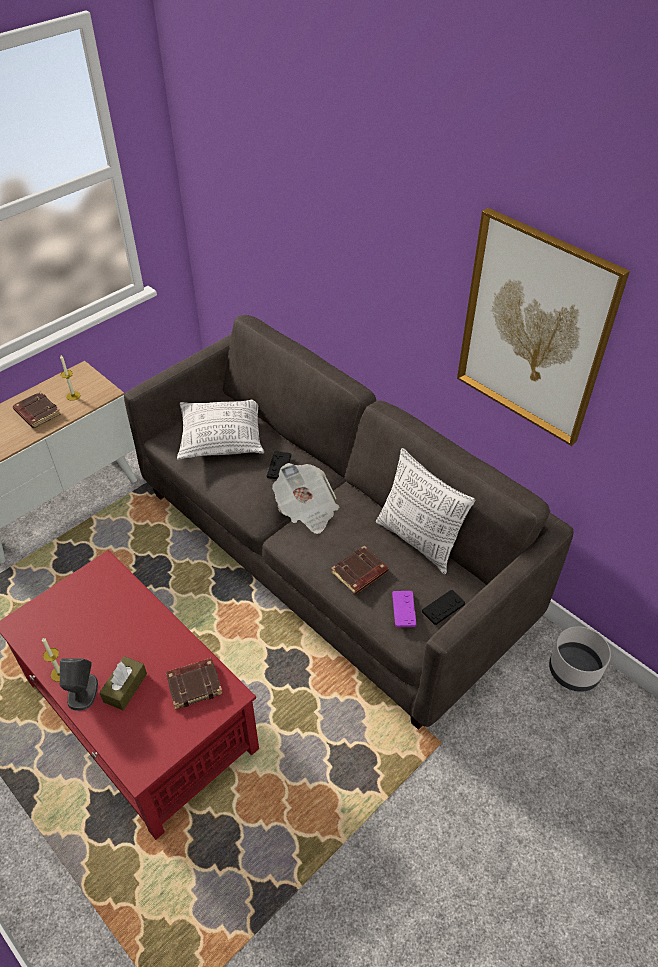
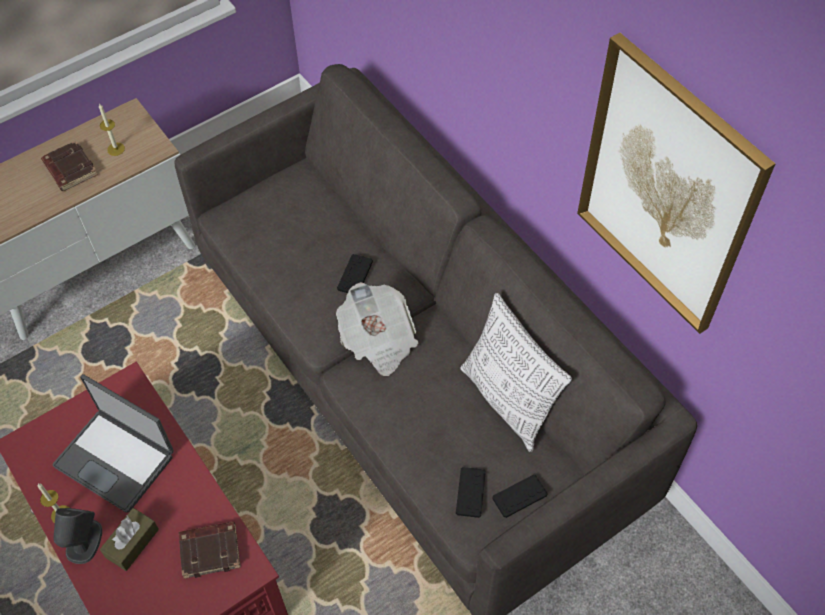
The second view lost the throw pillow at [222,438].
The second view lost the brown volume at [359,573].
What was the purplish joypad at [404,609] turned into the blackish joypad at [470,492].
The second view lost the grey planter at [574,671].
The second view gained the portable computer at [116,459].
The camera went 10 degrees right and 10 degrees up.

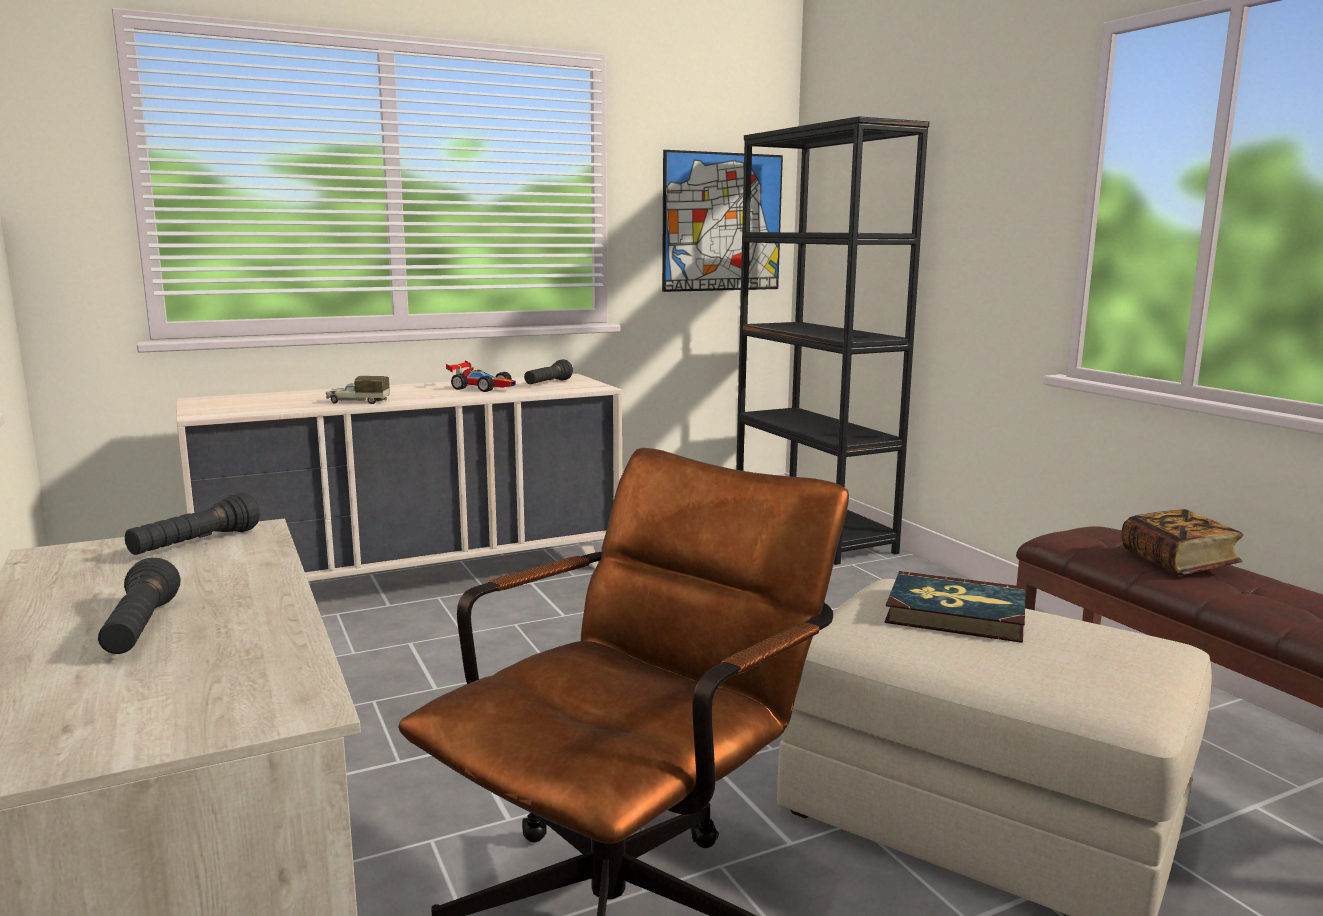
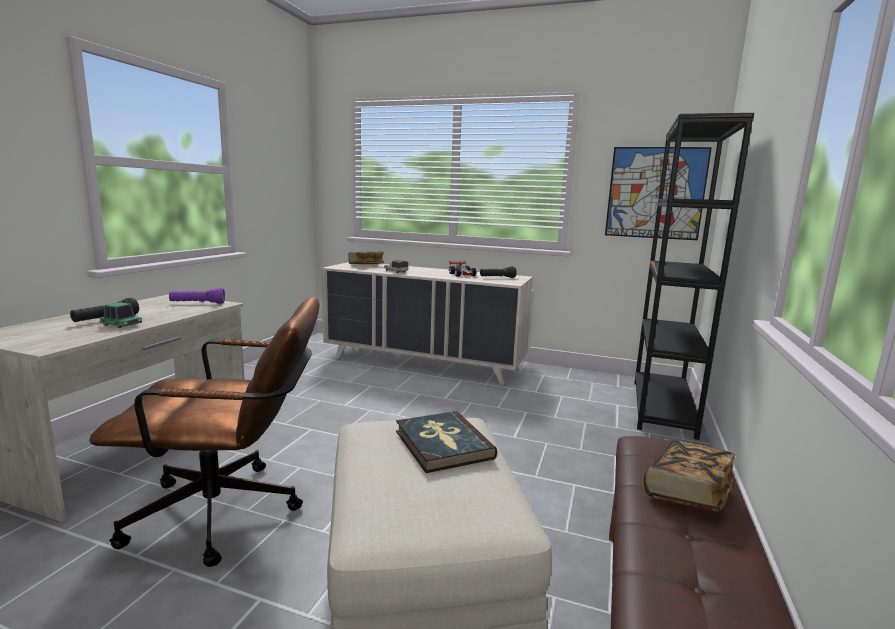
What was the blackish torch at [195,544] turned into the purplish torch at [197,303].
The second view gained the volume at [366,265].
The second view gained the toy car at [121,325].
The camera went 45 degrees right and 0 degrees up.

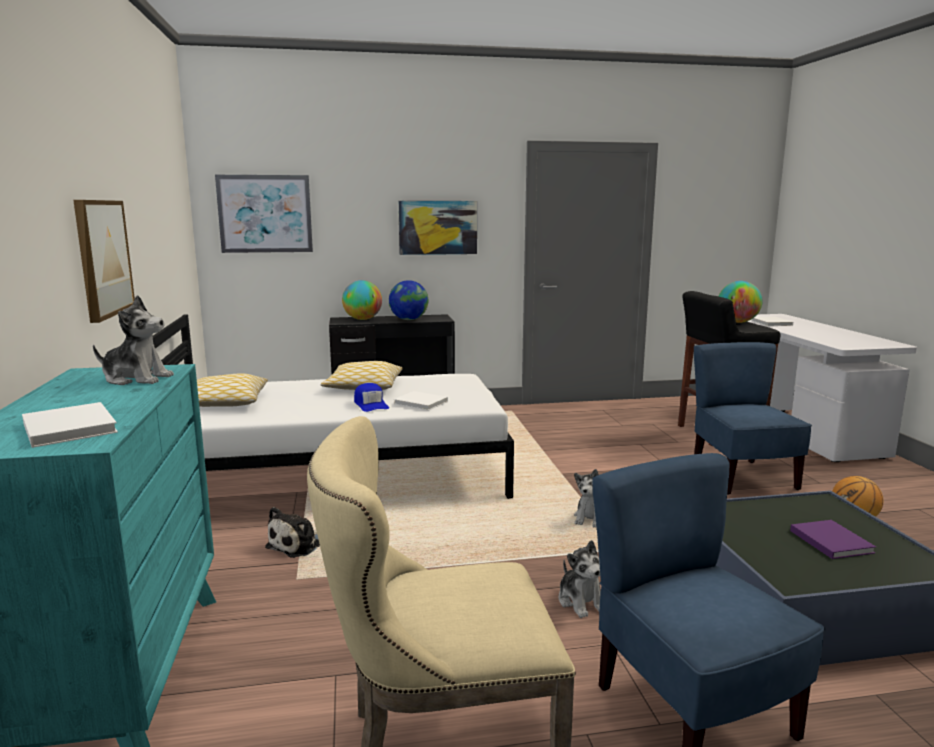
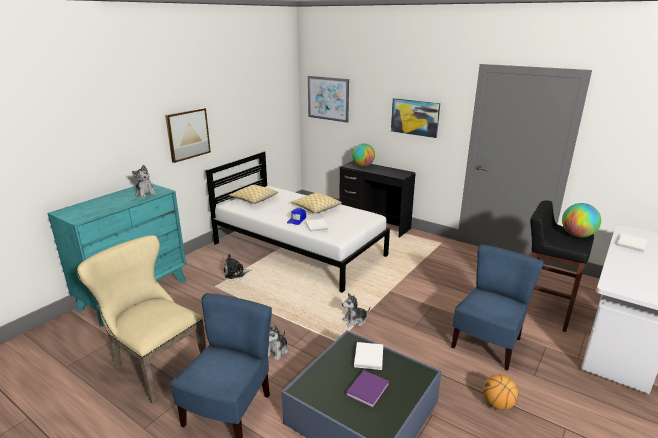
The second view lost the world globe at [409,319].
The white volume ended up elsewhere, having gone from [69,427] to [369,356].
The camera went 45 degrees right and 10 degrees up.

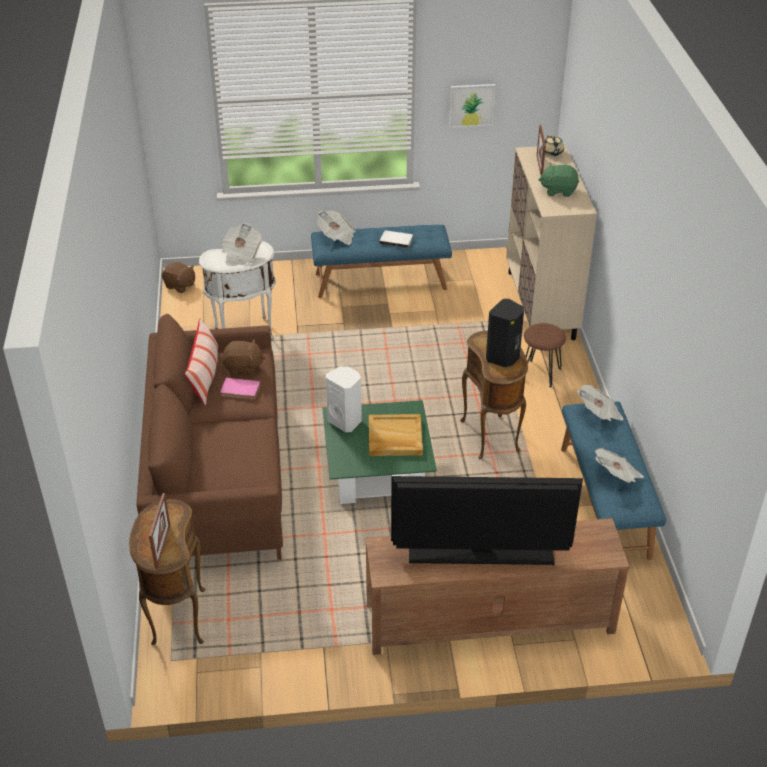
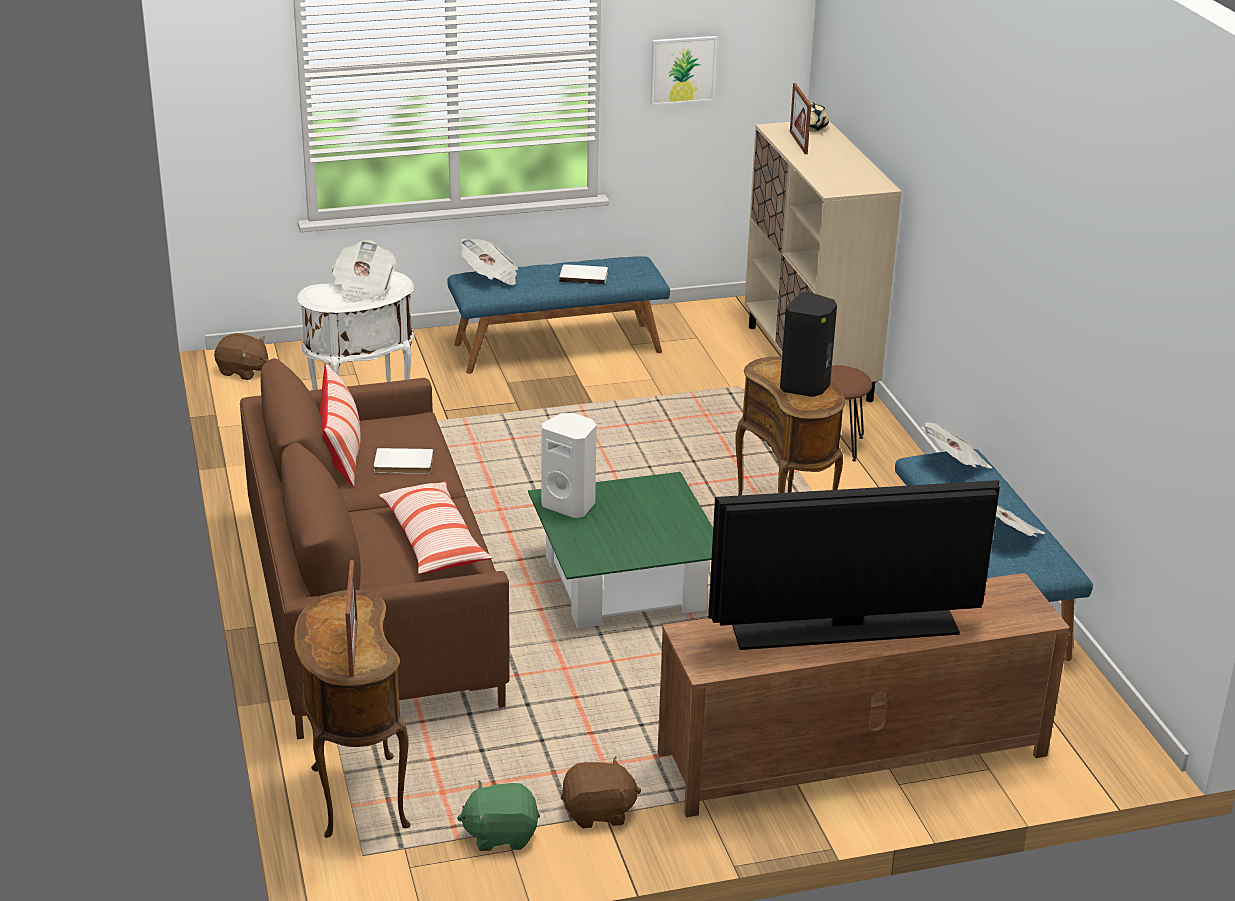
The green cuddly toy ended up elsewhere, having gone from [558,190] to [501,834].
The brown cuddly toy ended up elsewhere, having gone from [243,368] to [598,812].
What was the pink volume at [240,391] turned into the white volume at [403,464].
The second view lost the sand-coloured serving tray at [394,437].
The second view gained the throw pillow at [433,541].
The camera went 10 degrees left and 10 degrees down.

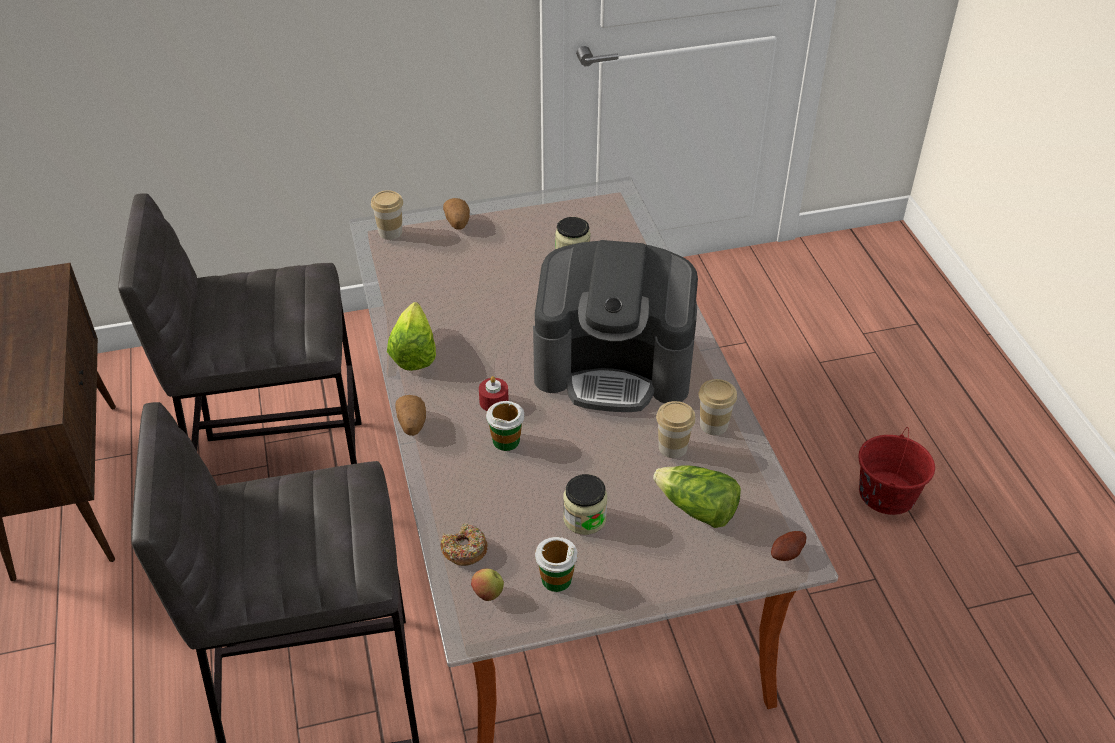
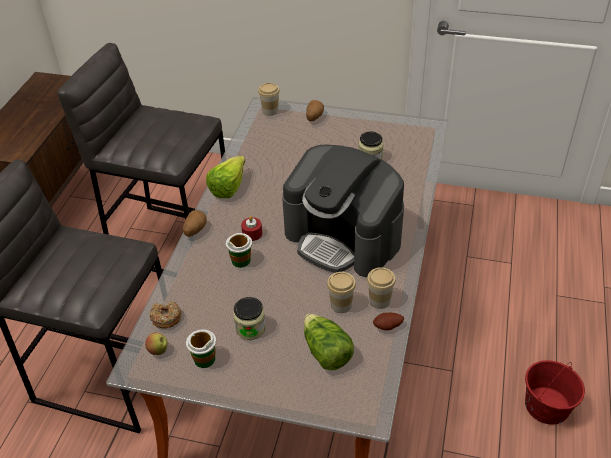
The whole potato ended up elsewhere, having gone from [787,554] to [388,327].
The camera went 30 degrees right and 0 degrees up.

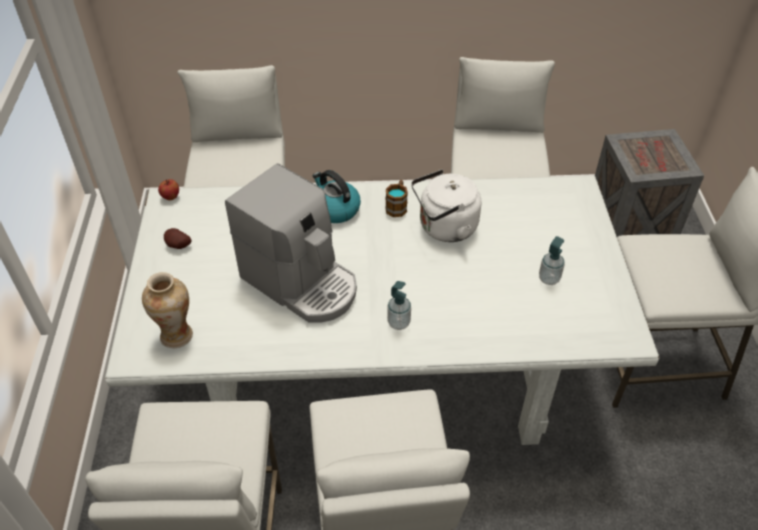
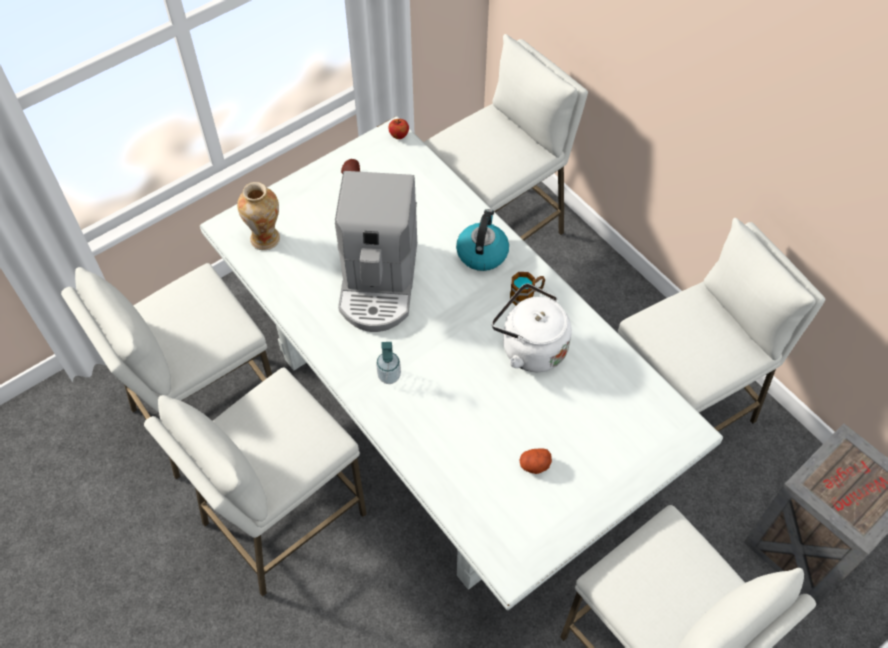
Where the soap dispenser stood at [549,279], the whole potato came to stand at [534,465].
The camera went 55 degrees right and 10 degrees up.

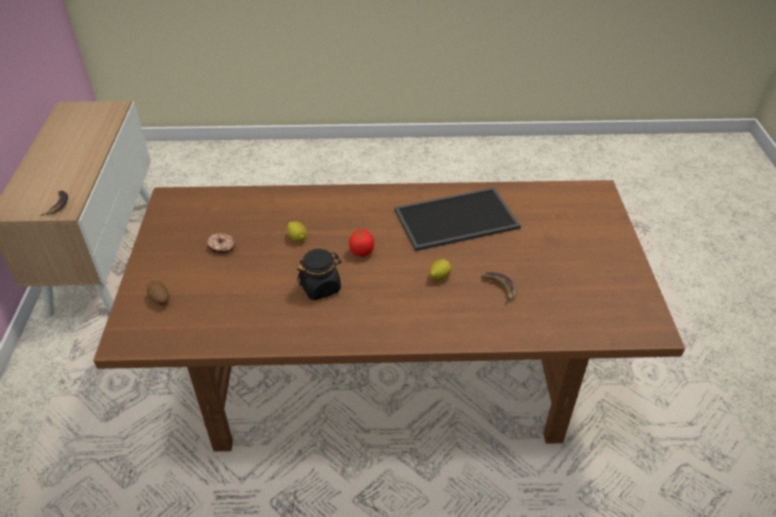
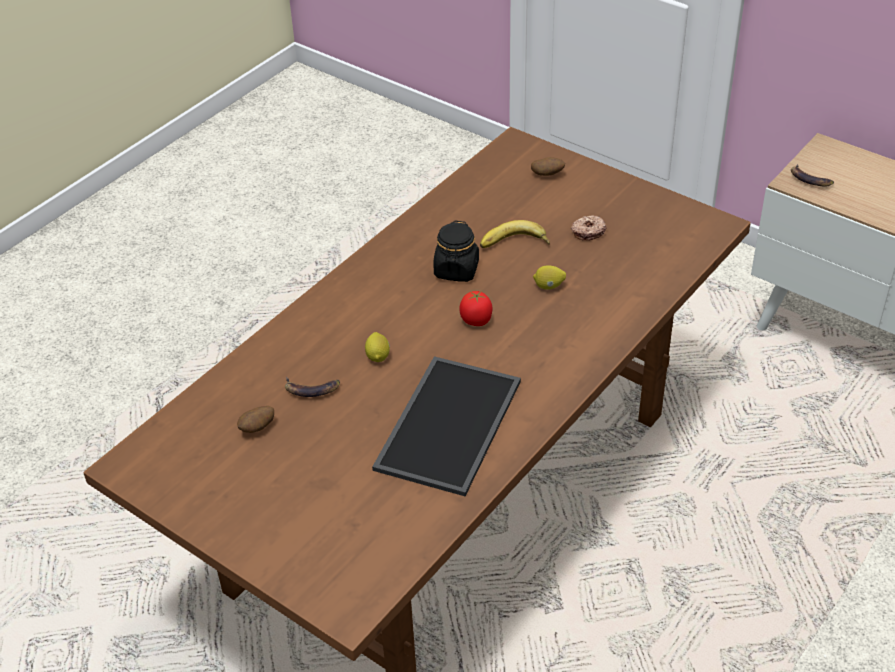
The second view gained the banana fruit at [514,244].
The second view gained the whole potato at [257,428].
The camera went 130 degrees right and 0 degrees up.

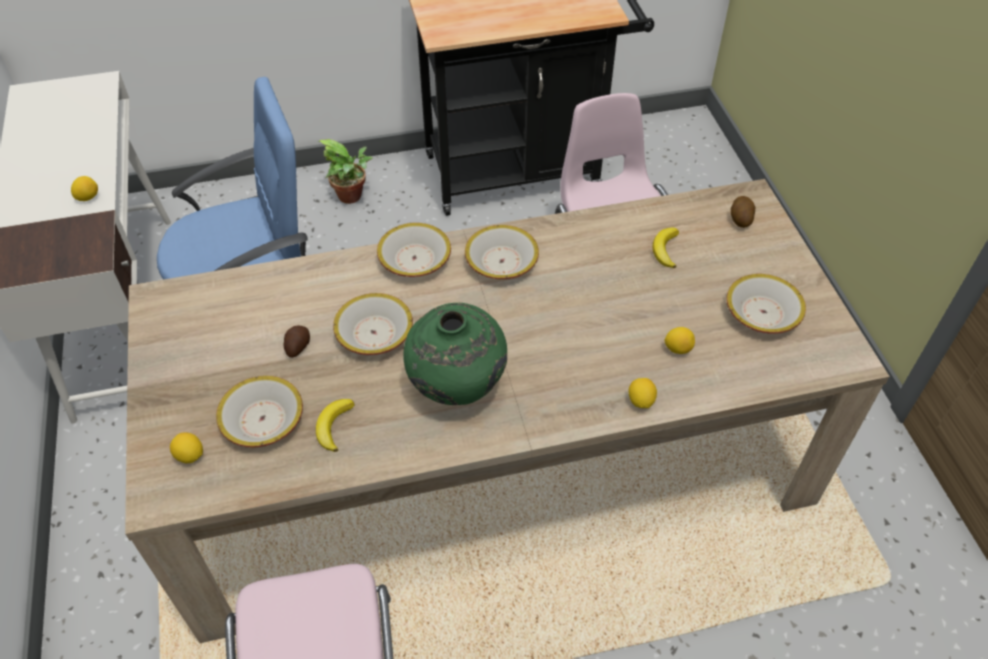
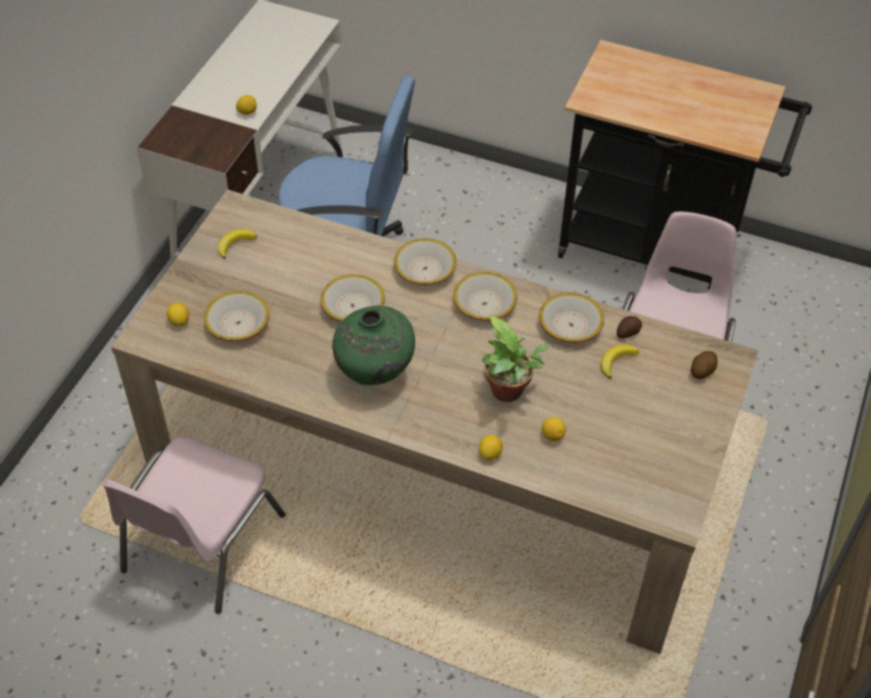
The plant in a pot ended up elsewhere, having gone from [353,196] to [509,393].
The deep dish ended up elsewhere, having gone from [763,312] to [570,325].
The whole potato ended up elsewhere, having gone from [297,346] to [627,332].
The banana fruit ended up elsewhere, having gone from [333,426] to [235,244].
The camera went 35 degrees right and 0 degrees up.

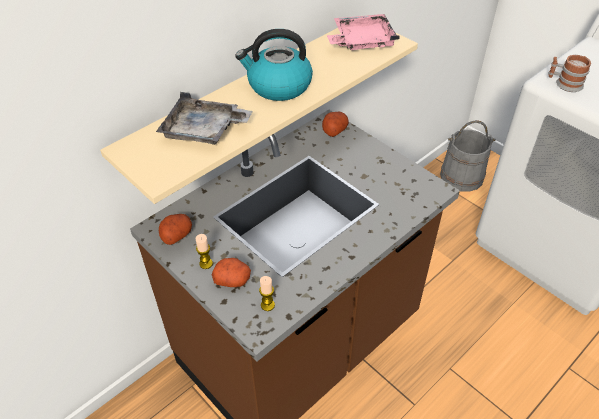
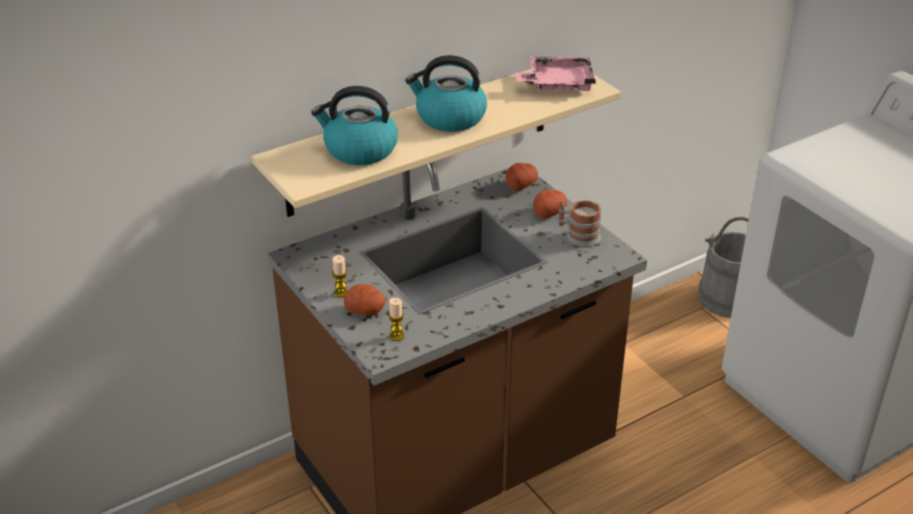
The tea mug ended up elsewhere, having gone from [564,84] to [578,235].
Where the grey serving tray stood at [204,131], the water kettle came to stand at [359,150].
The whole potato ended up elsewhere, having gone from [176,235] to [549,212].
The camera went 10 degrees right and 10 degrees down.

